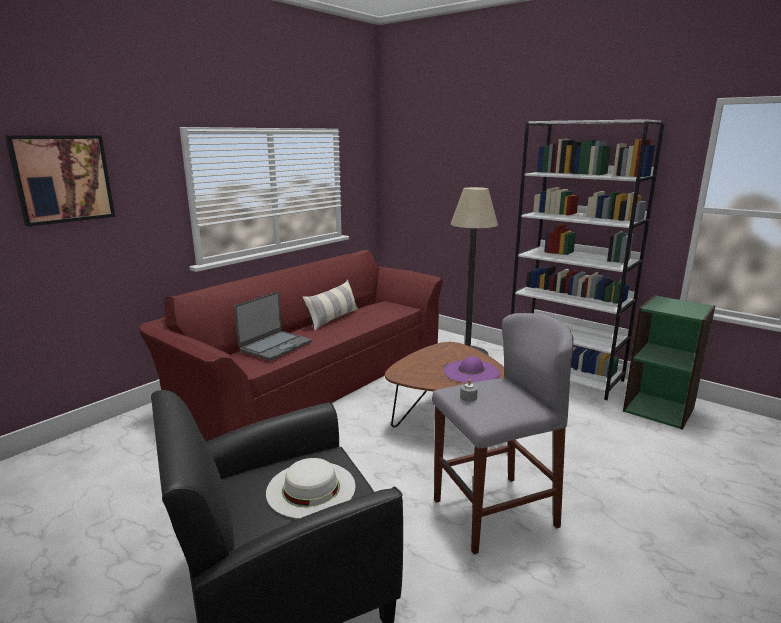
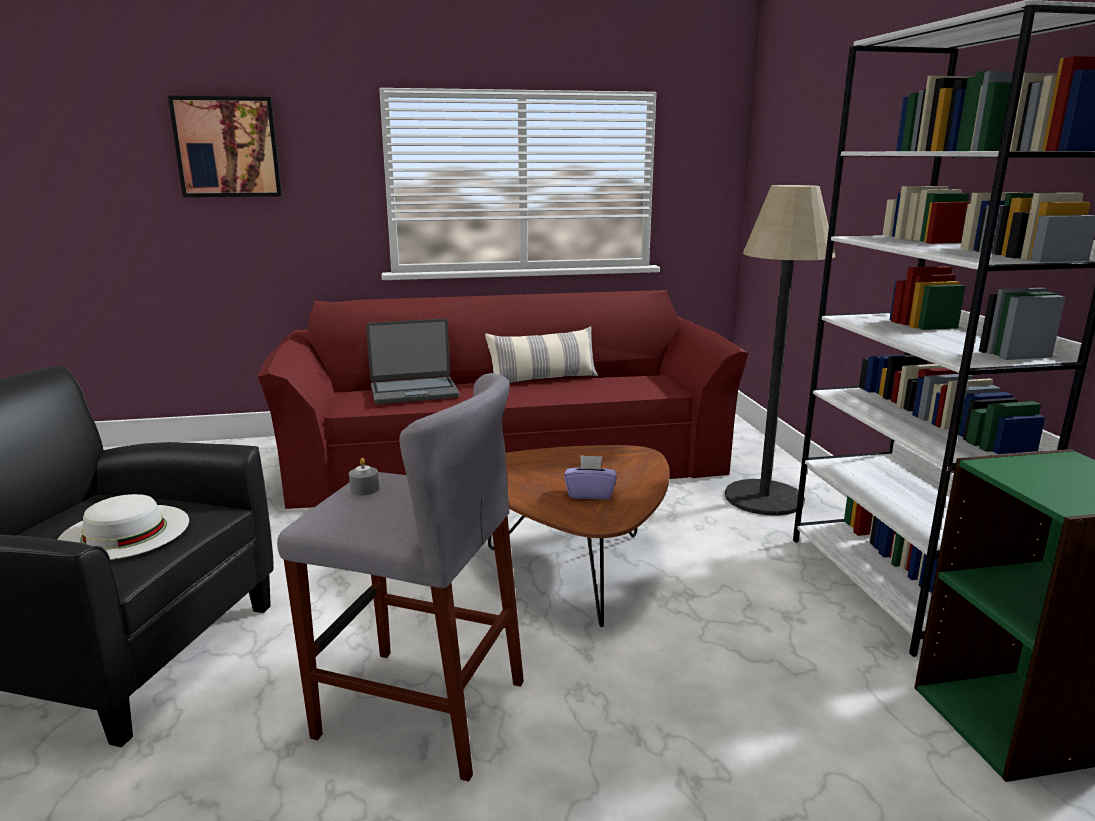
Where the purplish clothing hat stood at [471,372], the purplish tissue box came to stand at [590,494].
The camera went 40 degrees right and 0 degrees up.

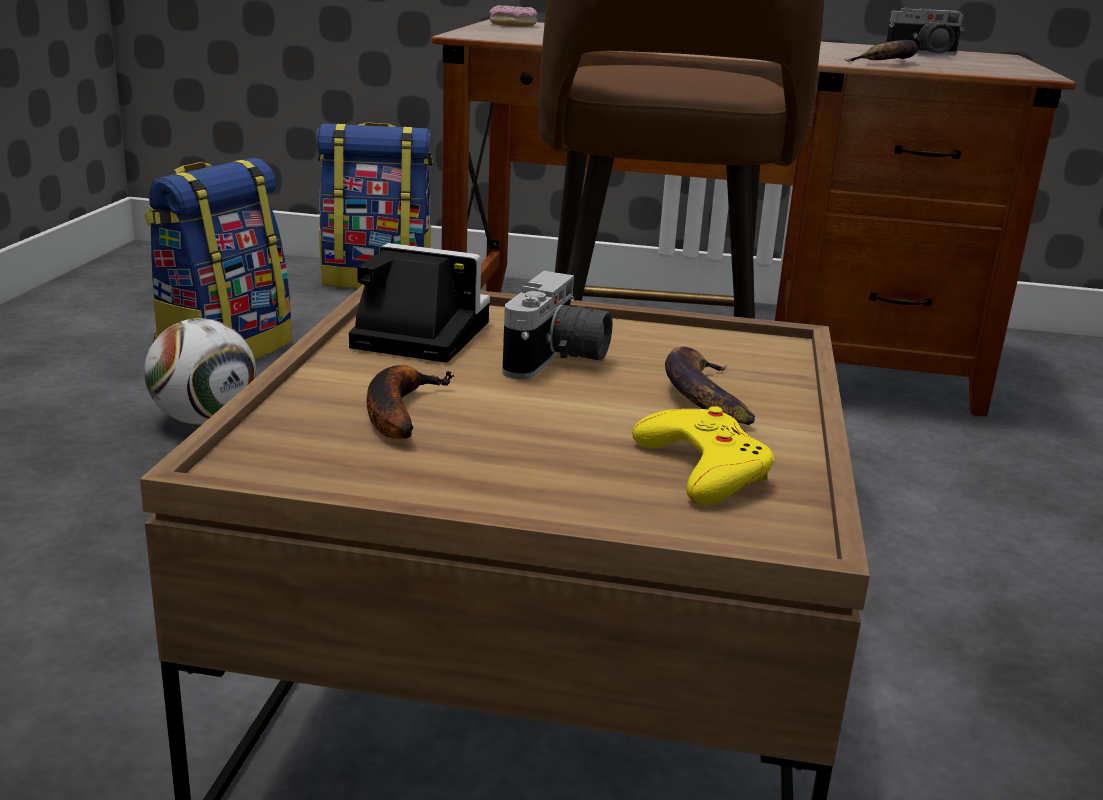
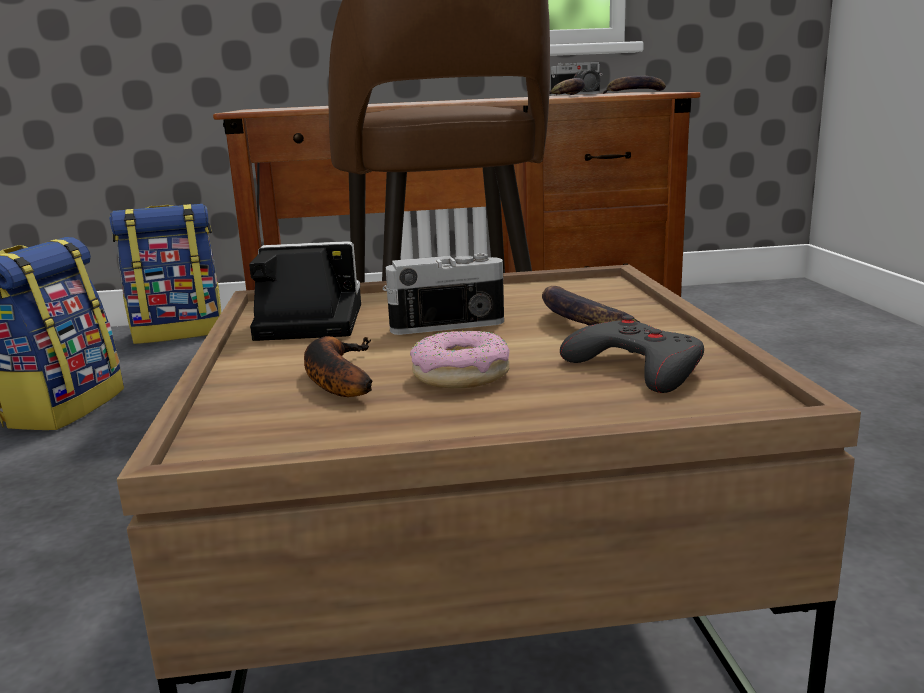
The donut ended up elsewhere, having gone from [513,25] to [461,375].
The photo camera at [558,361] ended up facing another way, 105 degrees counterclockwise from before.
The second view lost the football at [205,420].
What was the yellowish joypad at [703,468] turned into the grey joypad at [635,367].
The second view gained the banana fruit at [635,92].
The camera went 15 degrees left and 5 degrees down.

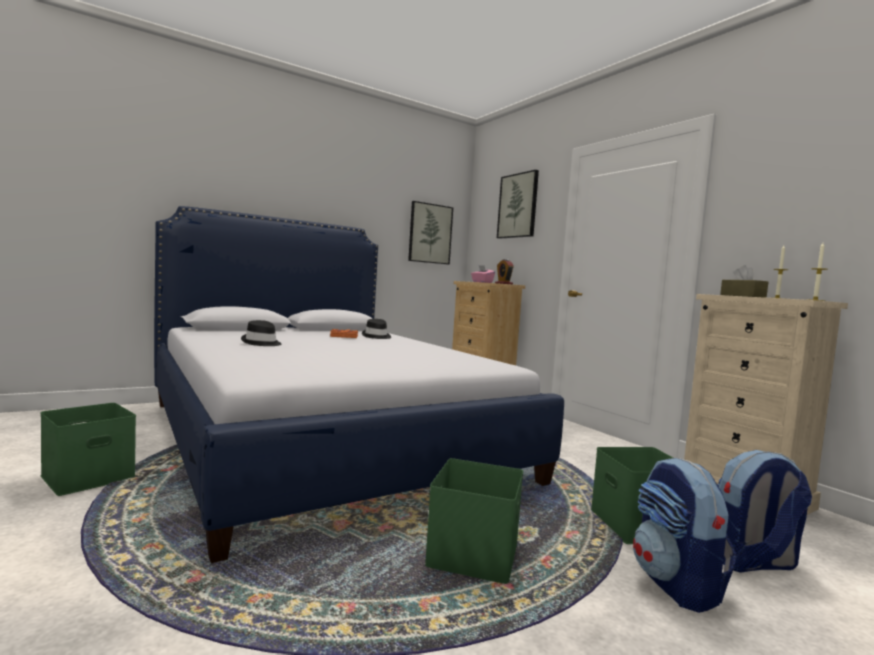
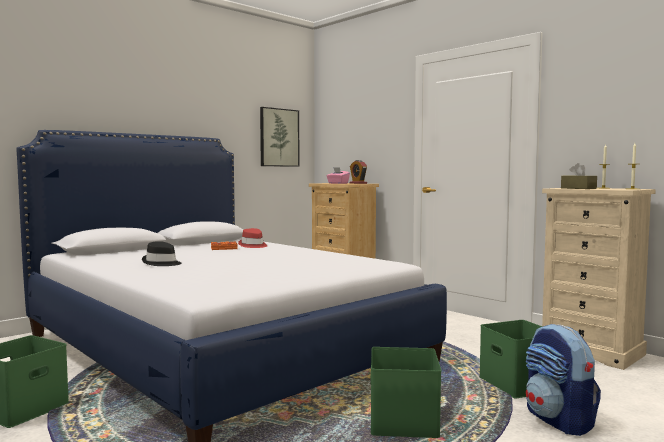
The second view lost the wall picture at [518,206].
What was the blackish clothing hat at [376,336] turned into the reddish clothing hat at [253,245].
The second view lost the knapsack at [752,563].
The camera went 10 degrees left and 0 degrees up.

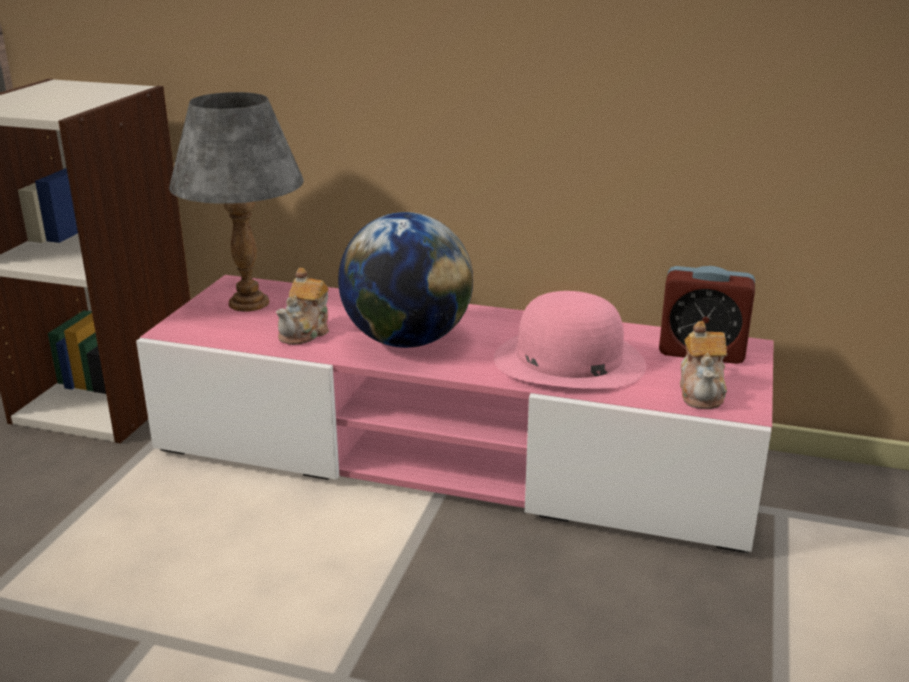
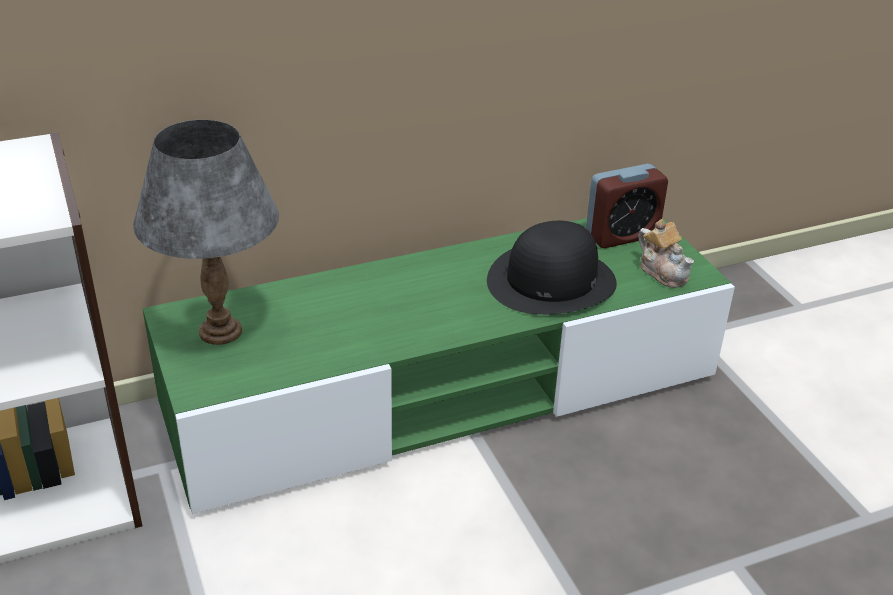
The second view lost the world globe at [406,341].
The second view lost the teapot at [306,332].
What was the pink tv unit at [454,455] turned into the green tv unit at [443,392].
What was the pink clothing hat at [568,361] turned into the blackish clothing hat at [551,281].
The camera went 40 degrees left and 10 degrees up.

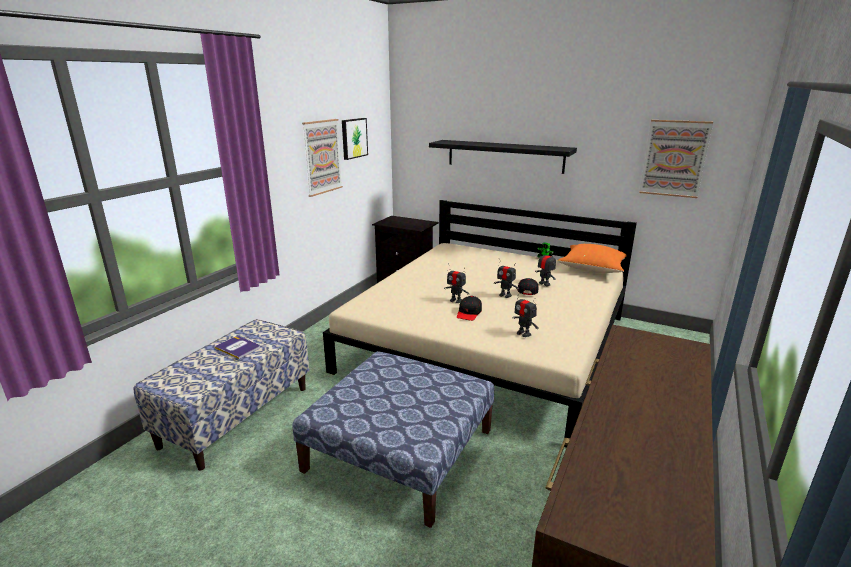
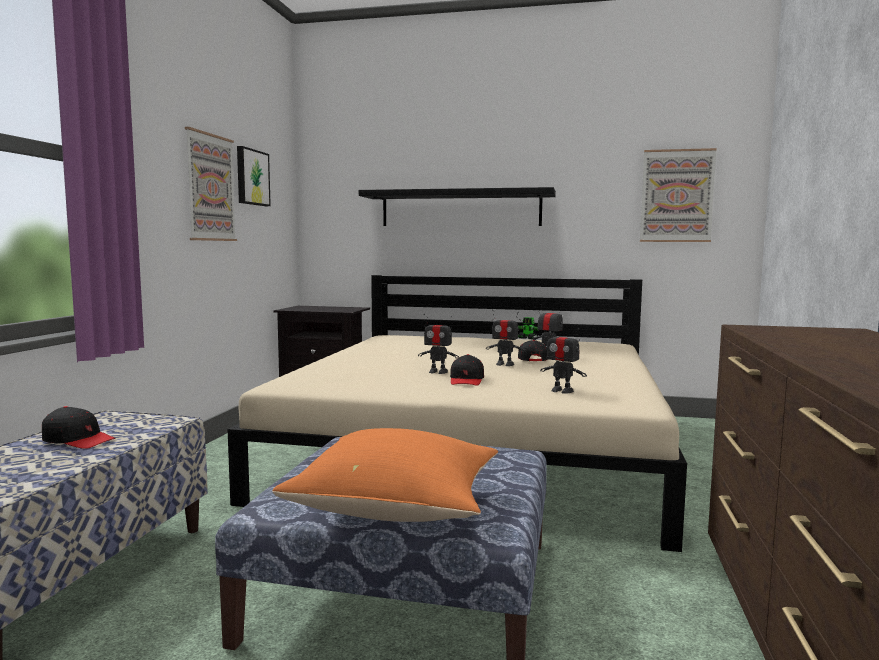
The orange throw pillow ended up elsewhere, having gone from [593,269] to [398,508].
Where the volume stood at [238,348], the blackish baseball cap came to stand at [78,440].
The camera went 15 degrees left and 15 degrees down.

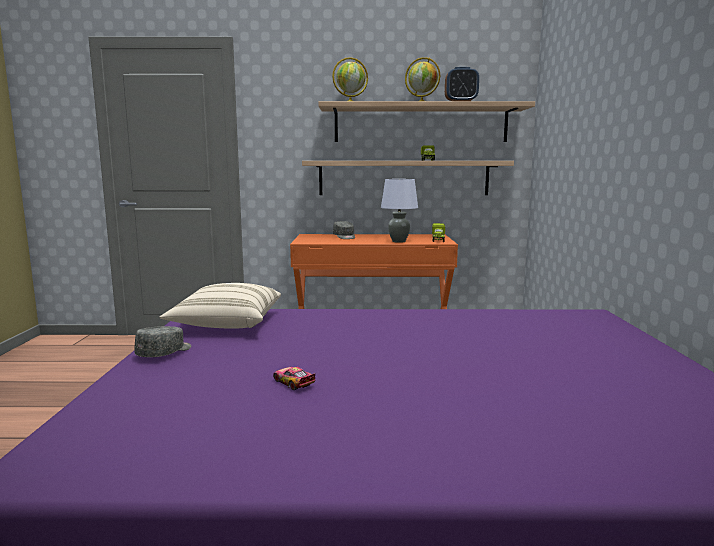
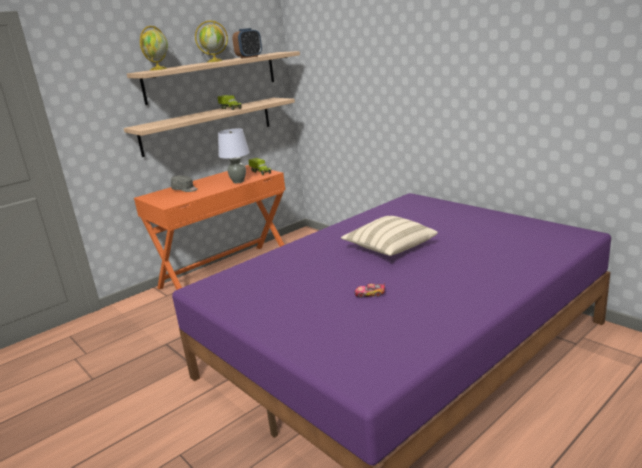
The sand-coloured throw pillow ended up elsewhere, having gone from [226,324] to [389,248].
The second view lost the grey baseball cap at [165,353].
The camera went 40 degrees left and 10 degrees up.

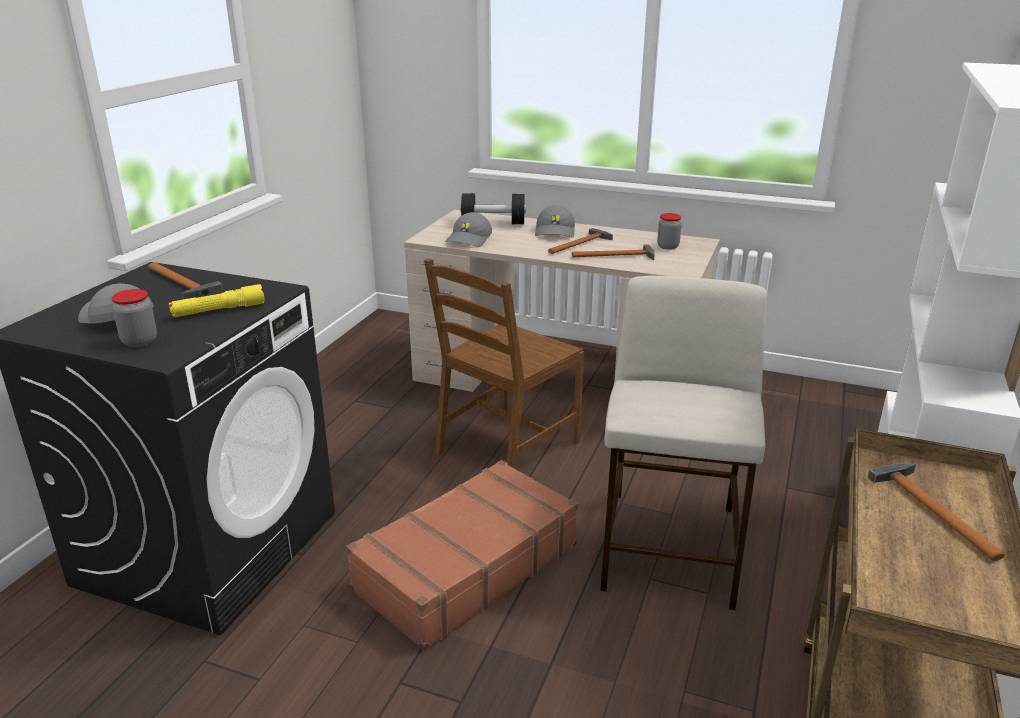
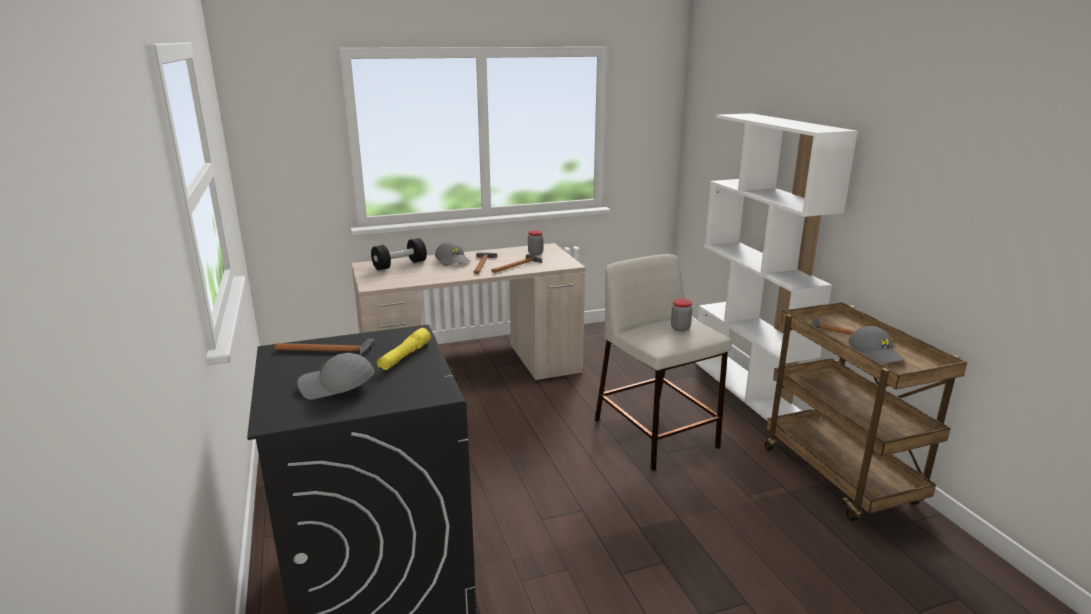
The grey baseball cap ended up elsewhere, having gone from [469,240] to [876,355].
The second view lost the brown upright chair at [506,447].
The jar ended up elsewhere, having gone from [139,341] to [680,328].
The second view lost the brown piece of luggage at [465,567].
The camera went 40 degrees left and 5 degrees down.

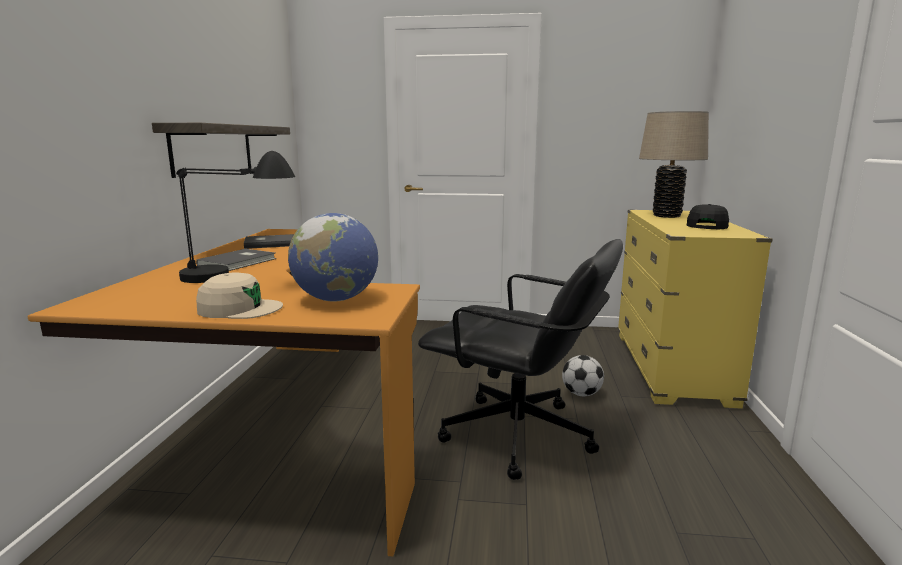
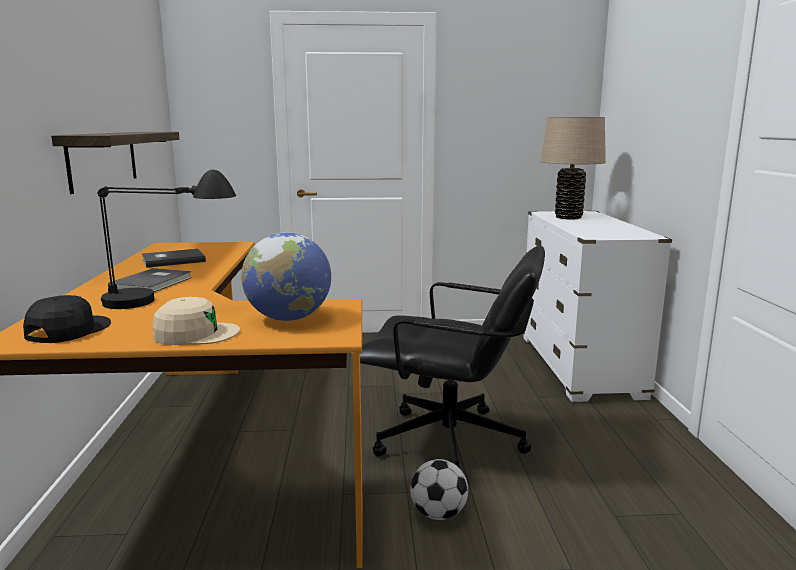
The blackish baseball cap ended up elsewhere, having gone from [707,226] to [68,330].
What was the yellowish dresser at [671,368] turned into the white dresser at [579,366].
The football ended up elsewhere, having gone from [581,394] to [439,514].
The camera went 10 degrees left and 0 degrees up.

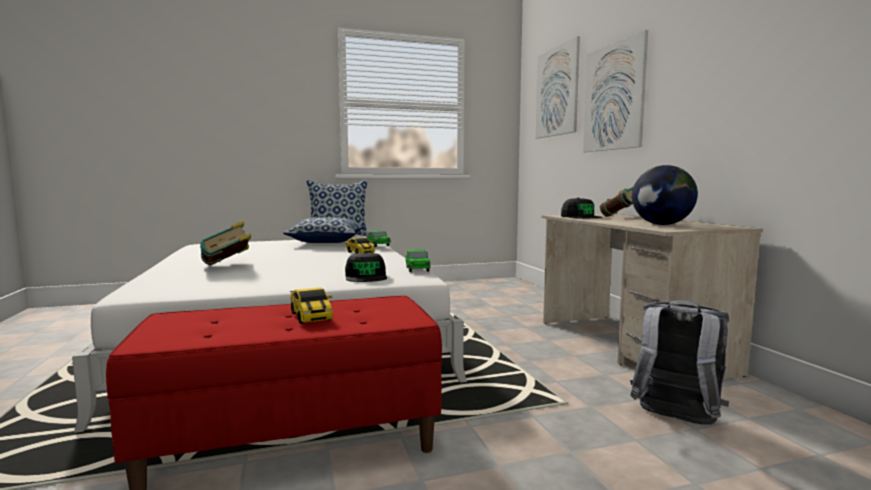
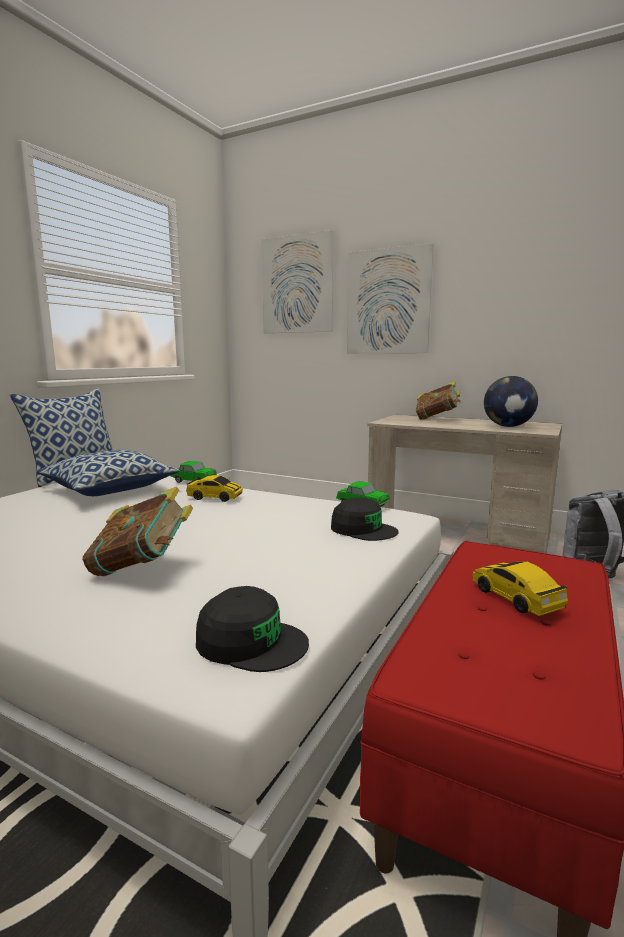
The blackish baseball cap ended up elsewhere, having gone from [580,217] to [251,642].
The toy car at [311,316] ended up facing another way, 135 degrees counterclockwise from before.
The camera went 45 degrees left and 5 degrees up.

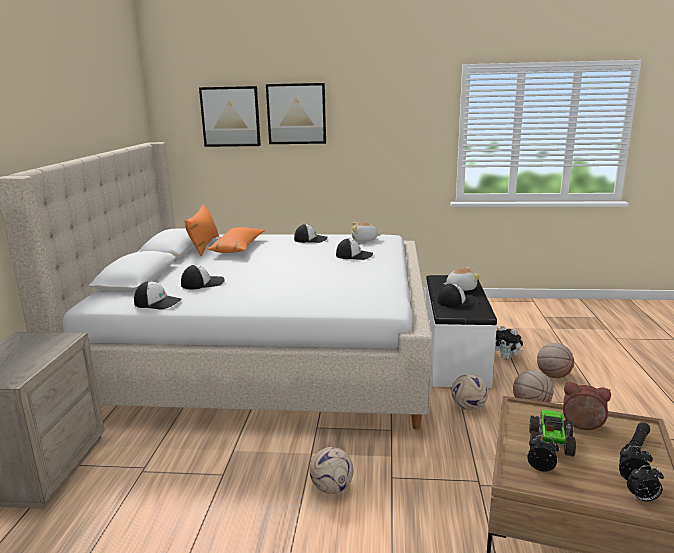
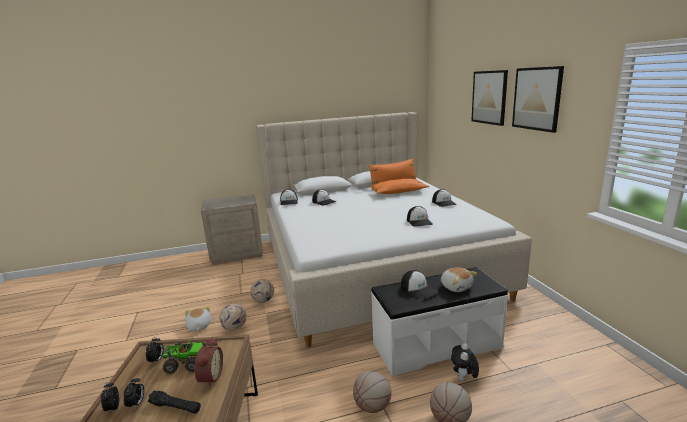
The wall picture ended up elsewhere, having gone from [230,116] to [536,98].
The cuddly toy ended up elsewhere, having gone from [364,240] to [198,326].
The football ended up elsewhere, having gone from [468,407] to [263,300].
The camera went 70 degrees right and 0 degrees up.

